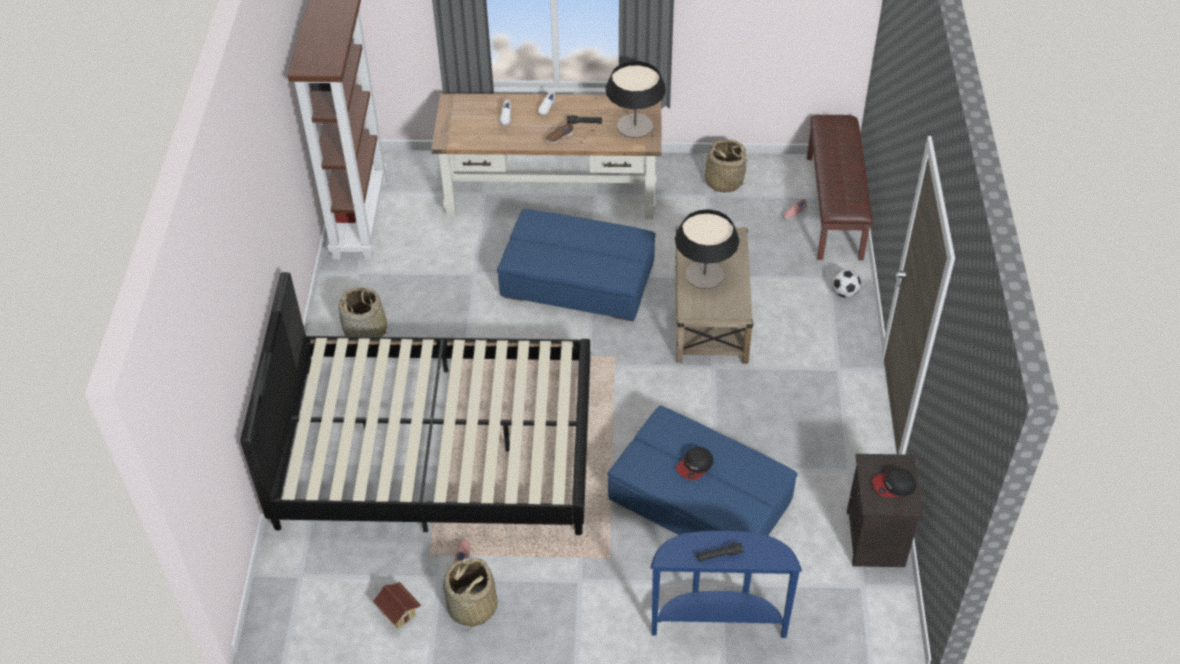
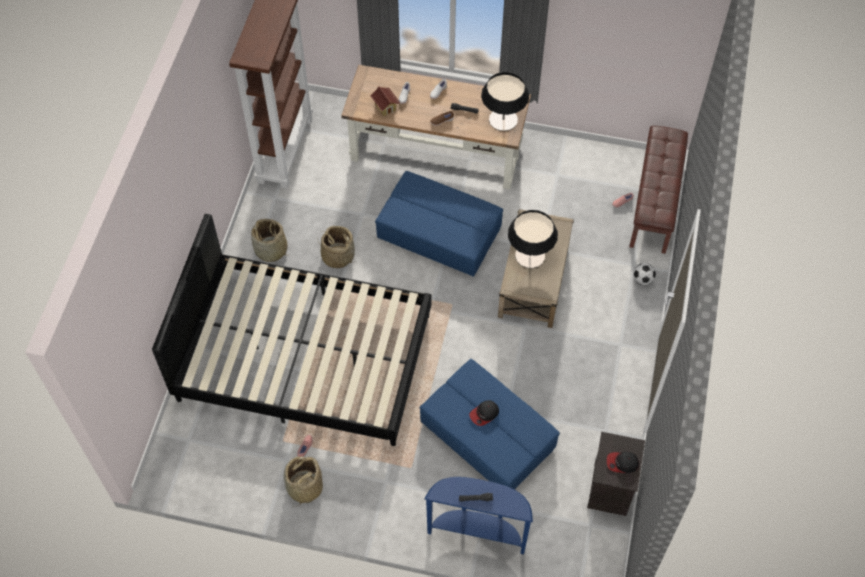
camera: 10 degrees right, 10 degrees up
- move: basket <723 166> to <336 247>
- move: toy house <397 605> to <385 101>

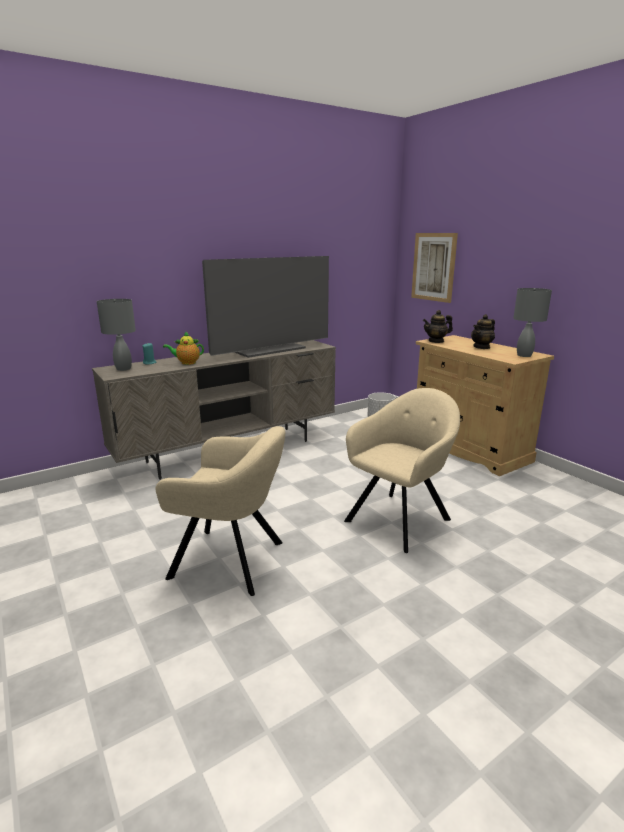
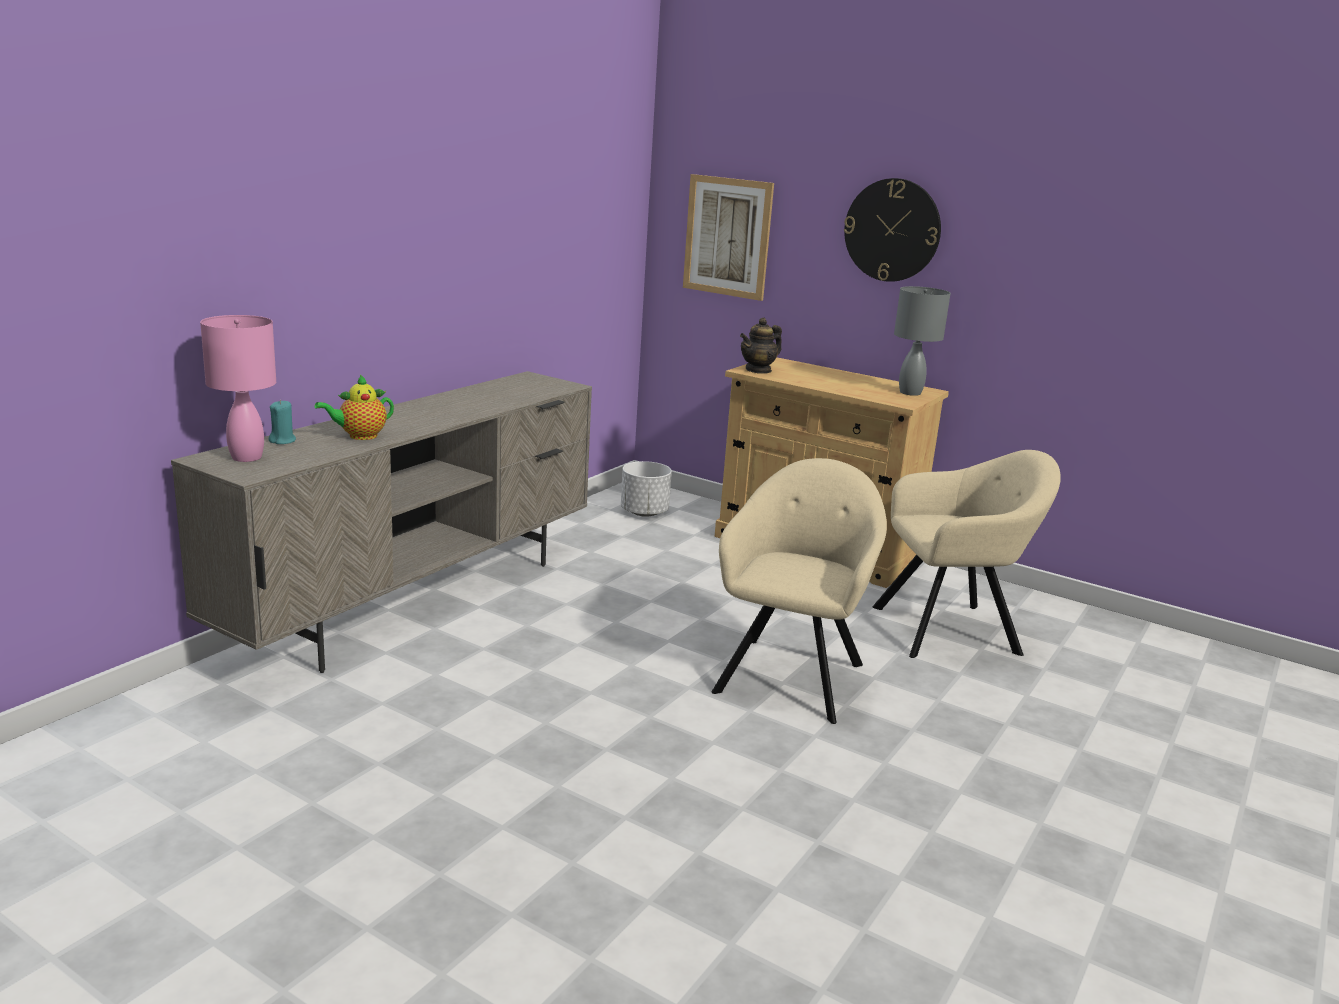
camera: 25 degrees left, 0 degrees up
- delete: television <265 307>
- recolor: grey table lamp <116 335> to pink table lamp <238 388>
- delete: teapot <483 331>
- move: beige armchair <220 511> to <967 554>
- insert: wall clock <892 230>

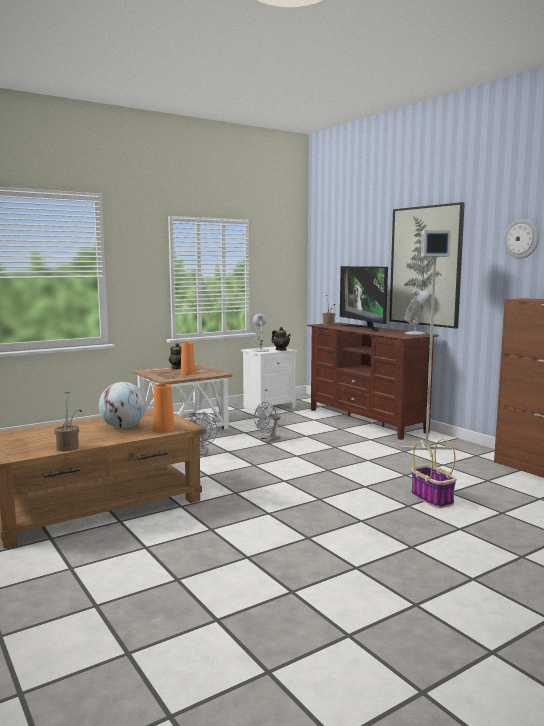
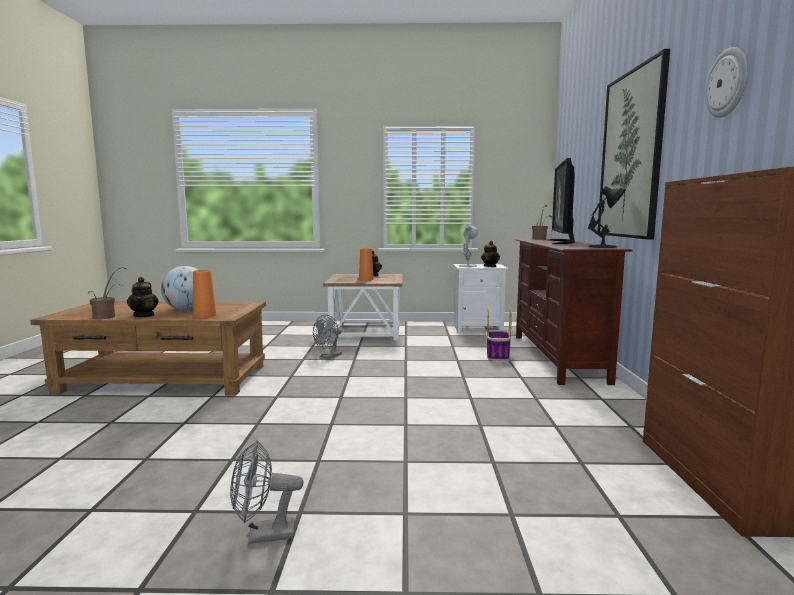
camera: 35 degrees right, 0 degrees up
- delete: grey floor lamp <426 343>
- recolor: white table lamp <417 312> to black table lamp <607 217>
- move: grey fan <267 422> to <267 492>
- move: basket <433 473> to <499 334>
- insert: teapot <143 297>

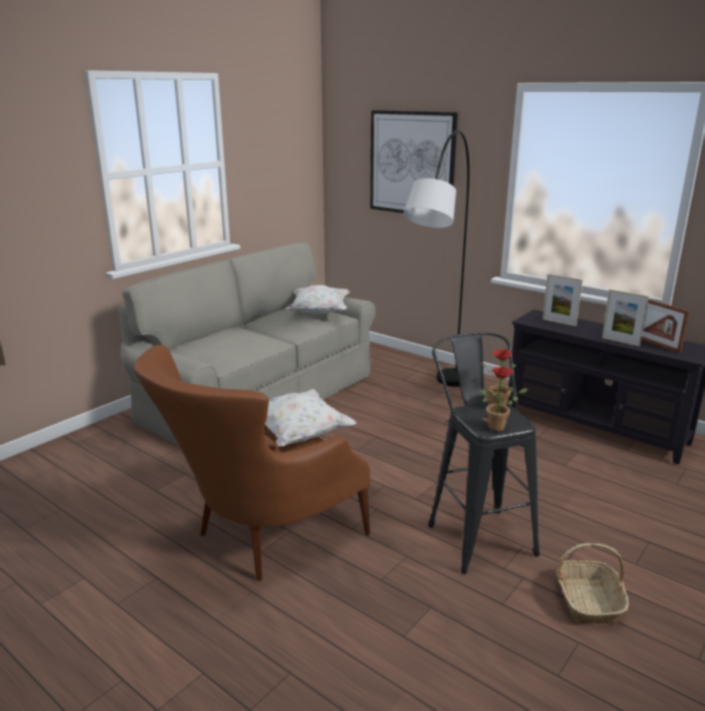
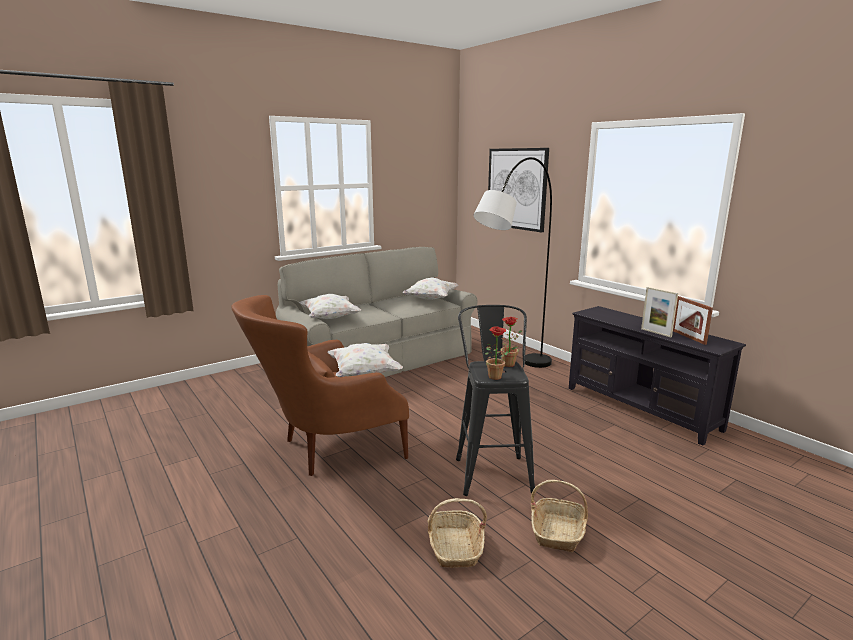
camera: 15 degrees right, 5 degrees down
- delete: picture frame <562 300>
- insert: white pillow <330 306>
- insert: basket <457 533>

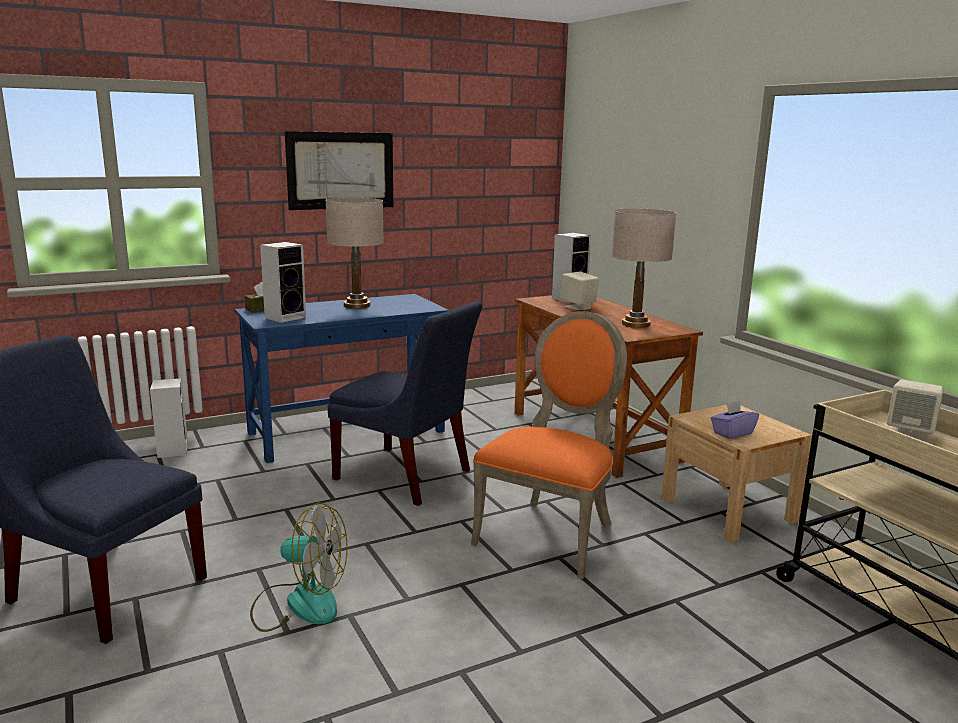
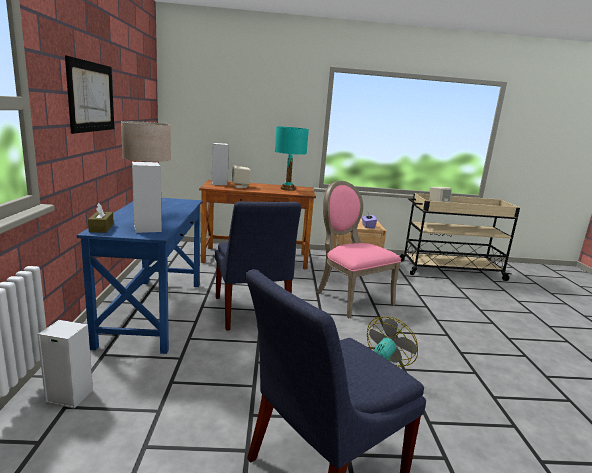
camera: 65 degrees left, 0 degrees up
- recolor: beige table lamp <643 268> to turquoise table lamp <292 158>
- rotate: blue chair <405 403> = <258 266> 105 degrees clockwise
- recolor: orange chair <549 445> to pink chair <358 249>

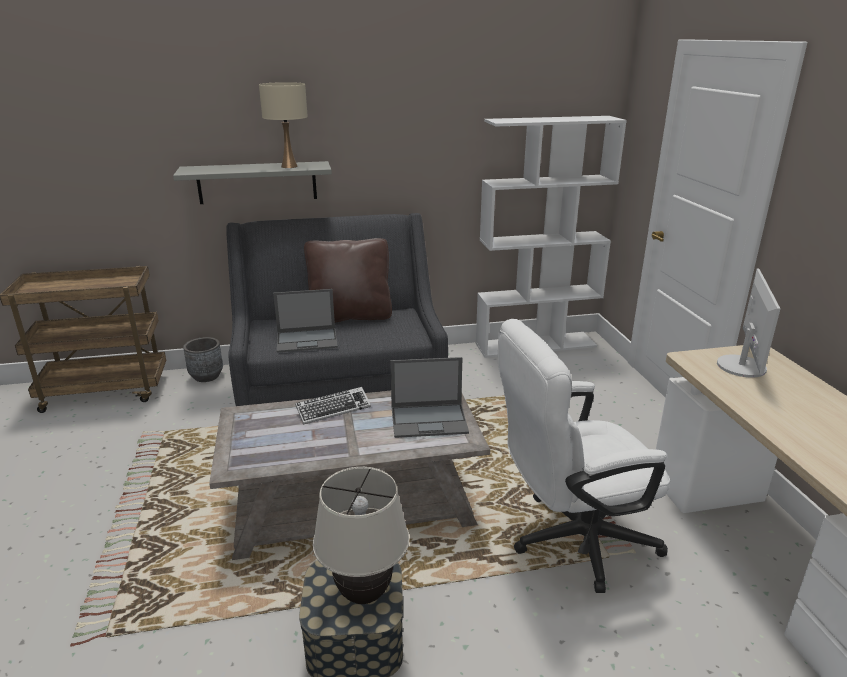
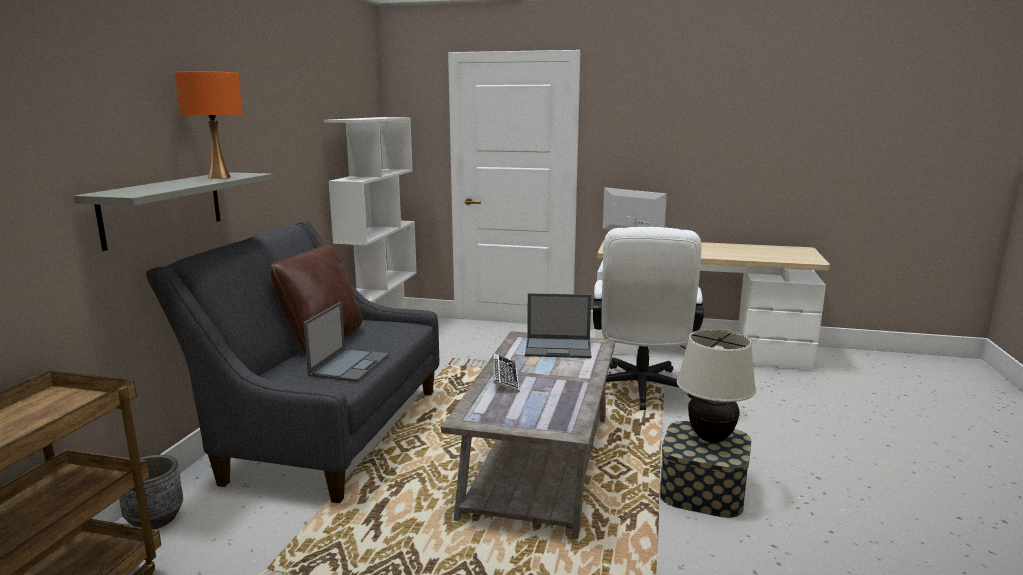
camera: 65 degrees left, 10 degrees down
- recolor: beige table lamp <283 125> to orange table lamp <209 125>
- rotate: laptop <429 397> = <558 325> 75 degrees clockwise

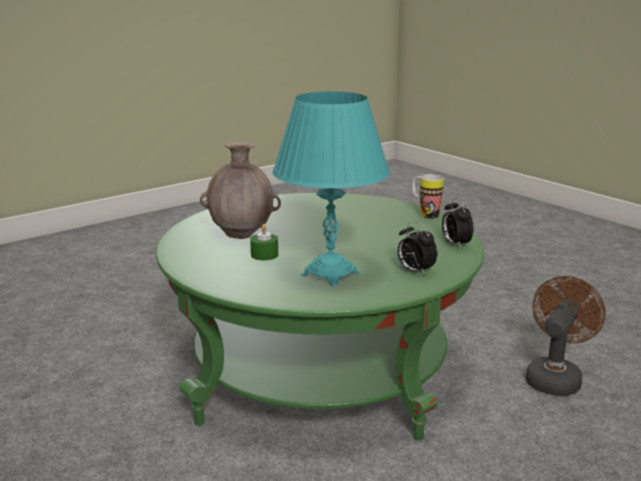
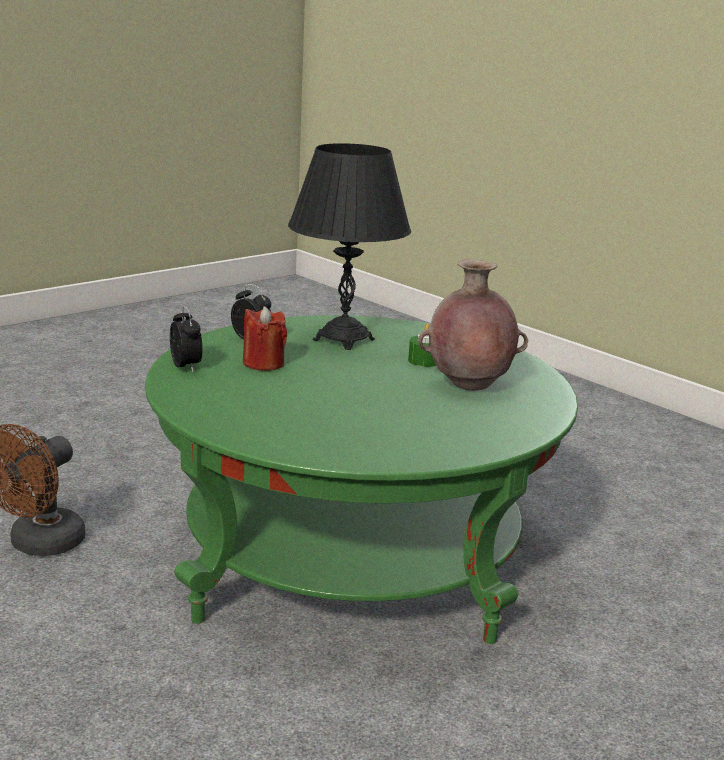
camera: 175 degrees right, 0 degrees up
- recolor: turquoise table lamp <331 188> to black table lamp <349 246>
- delete: mug <428 196>
- insert: red candle <265 338>

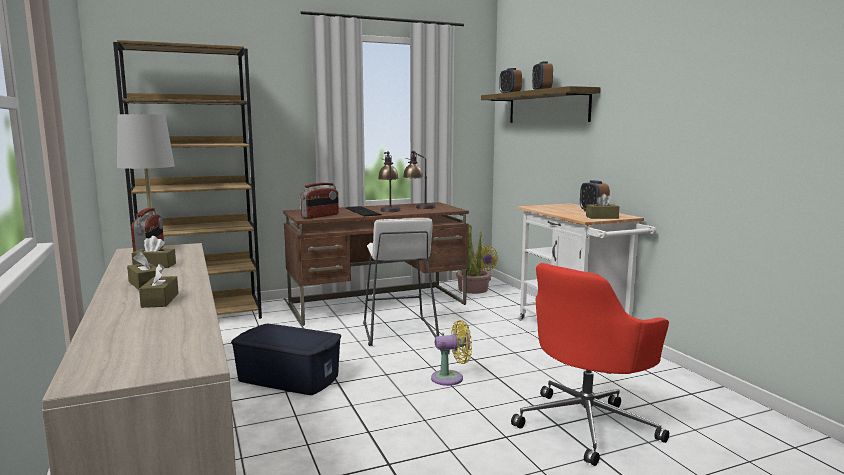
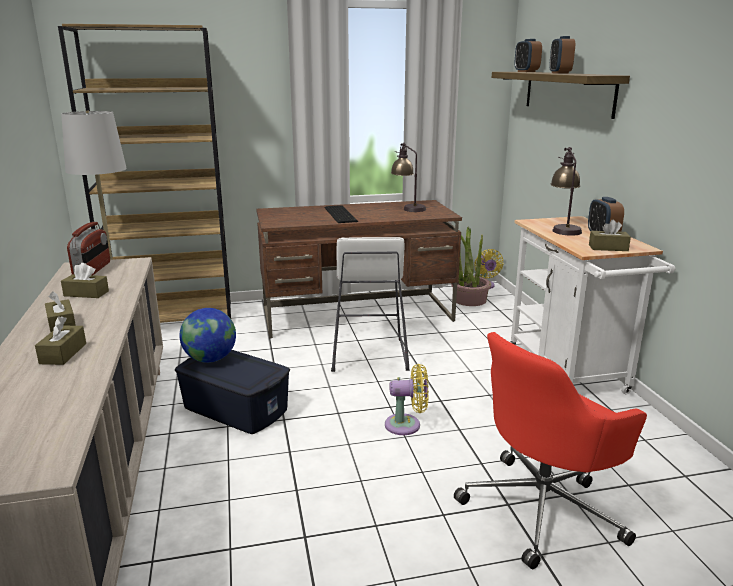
camera: 10 degrees right, 10 degrees up
- move: table lamp <389 181> to <566 191>
- delete: radio <320 201>
- insert: globe <208 335>

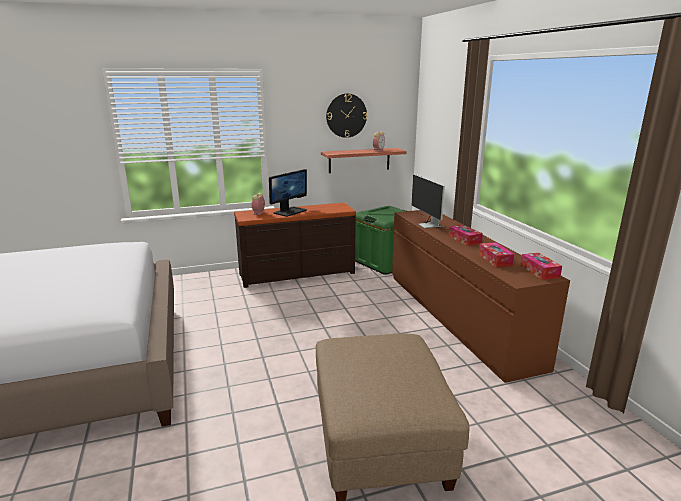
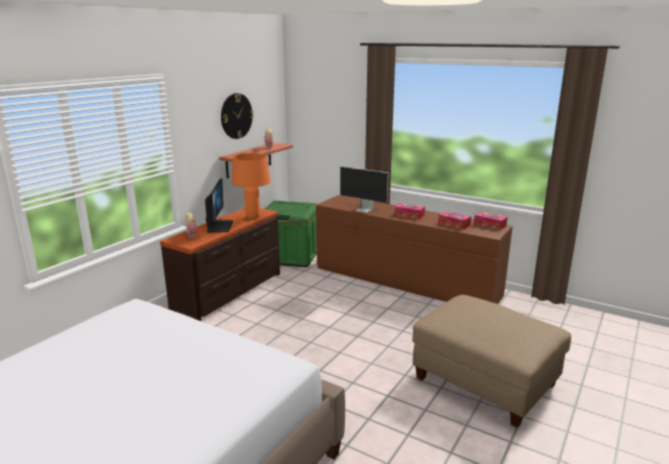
camera: 40 degrees left, 0 degrees up
- insert: orange table lamp <251 186>

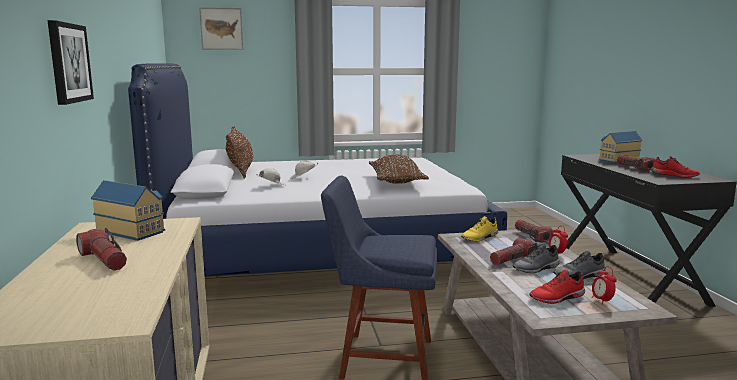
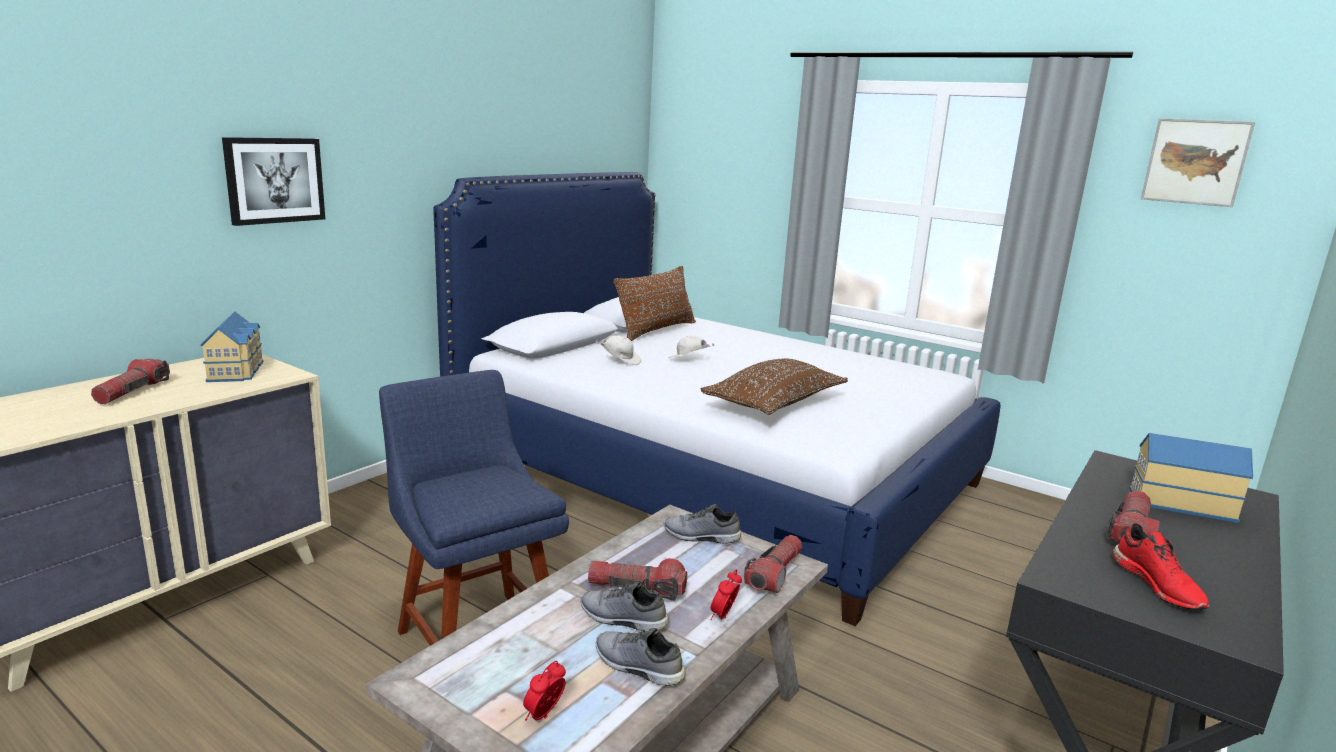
camera: 45 degrees right, 5 degrees up
- move: picture <221 28> to <1198 162>
- recolor: yellow shoe <479 228> to grey shoe <703 524>
- delete: red shoe <557 287>

